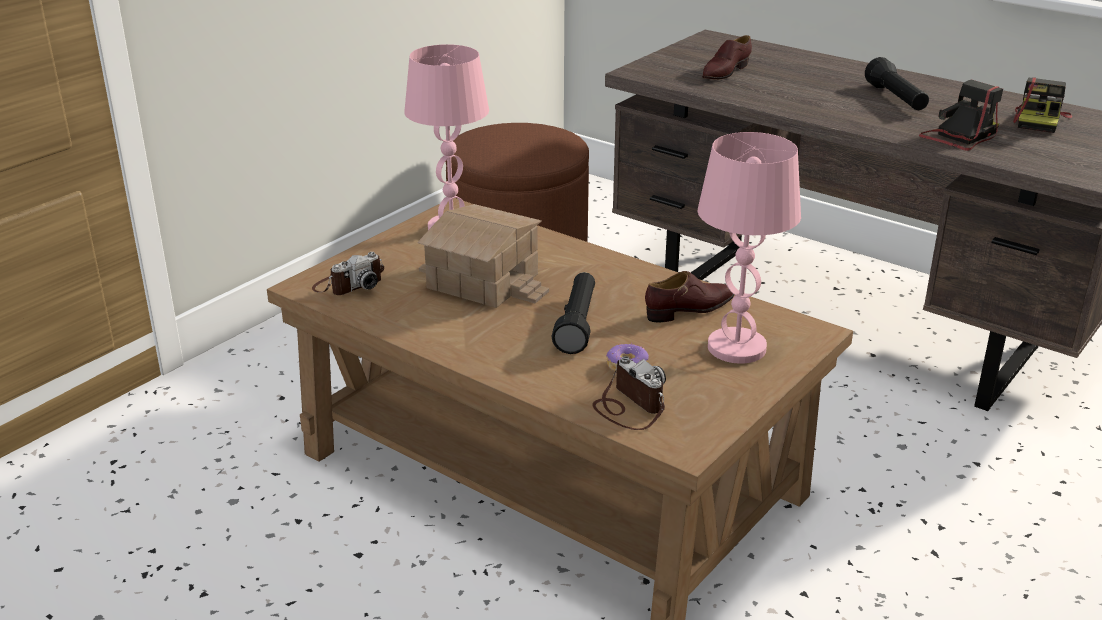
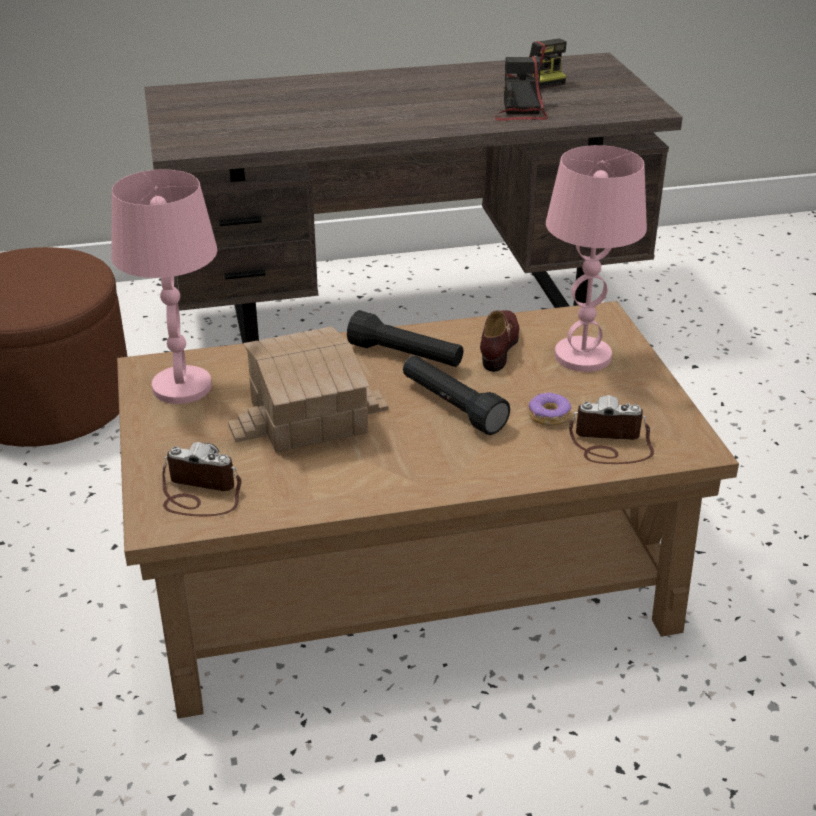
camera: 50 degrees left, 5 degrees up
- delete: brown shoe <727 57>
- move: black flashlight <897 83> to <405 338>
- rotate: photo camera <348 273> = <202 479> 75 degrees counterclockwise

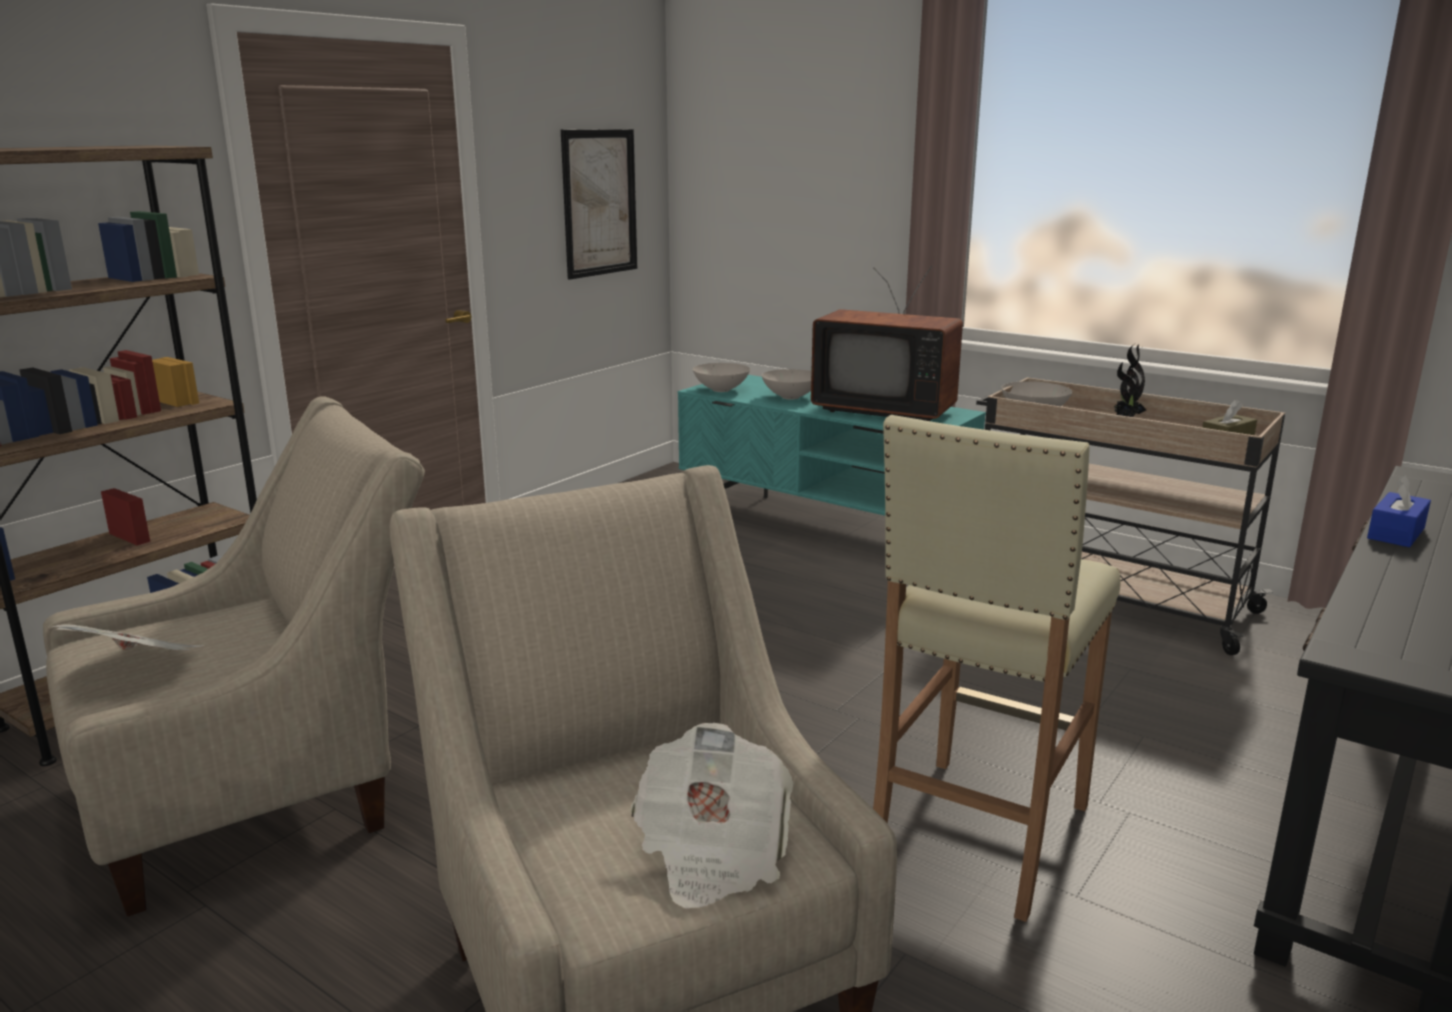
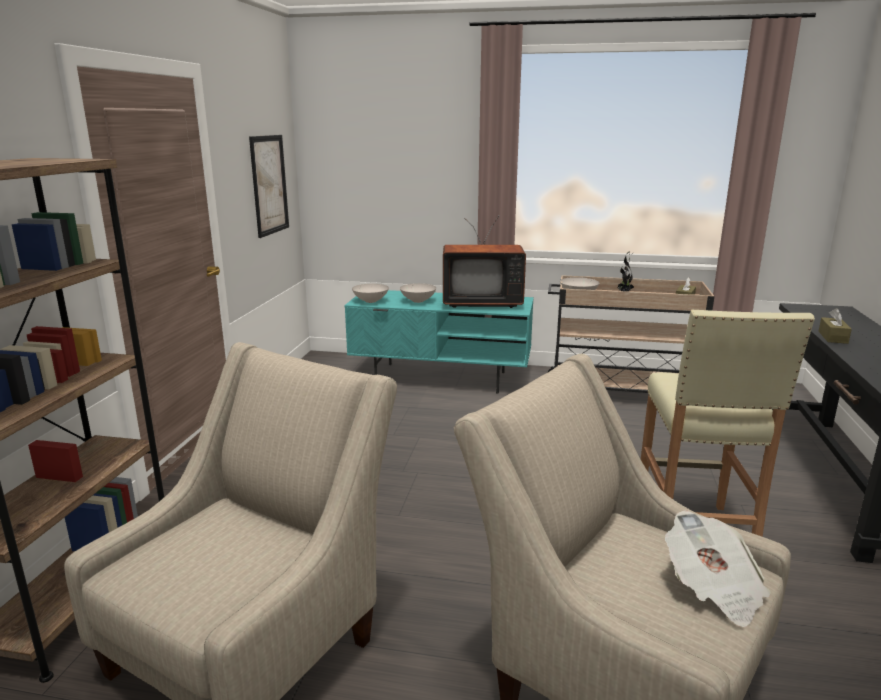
camera: 25 degrees left, 0 degrees up
- recolor: blue tissue box <1399 511> to brown tissue box <835 326>
- delete: newspaper <128 637>

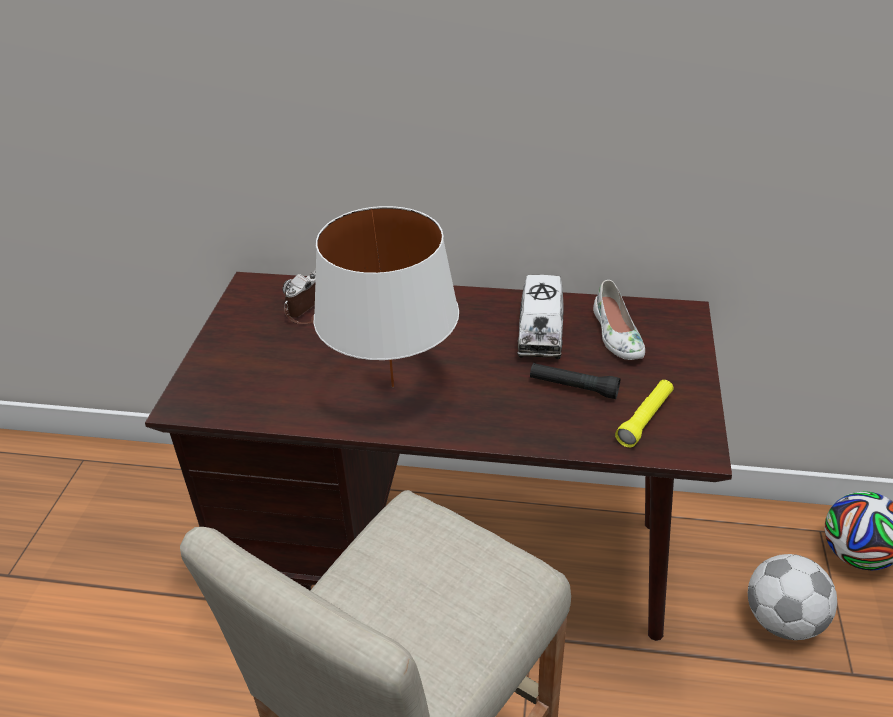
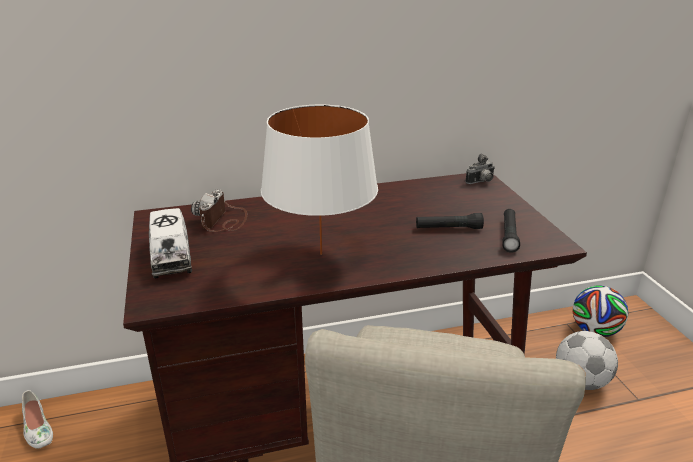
camera: 25 degrees left, 10 degrees down
- move: toy truck <540 317> to <170 243>
- move: white shoe <619 320> to <37 419>
- recolor: yellow flashlight <644 413> to black flashlight <511 231>
- insert: photo camera <480 169>

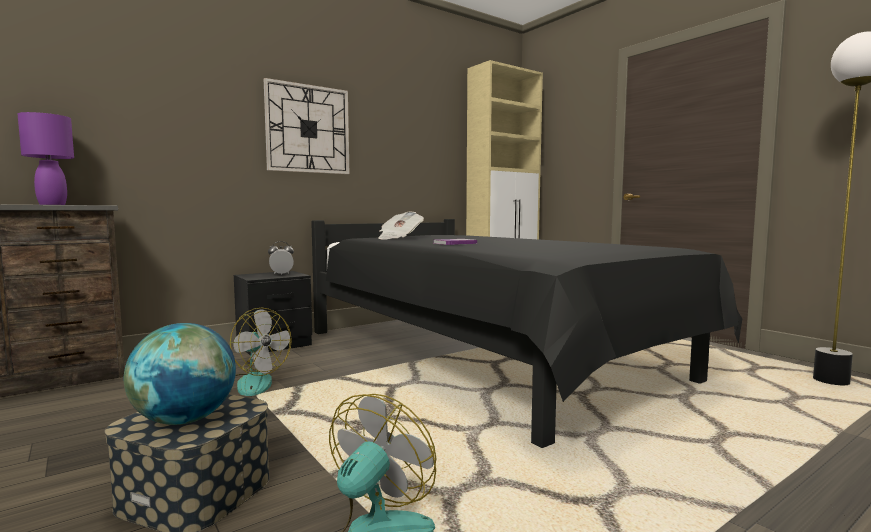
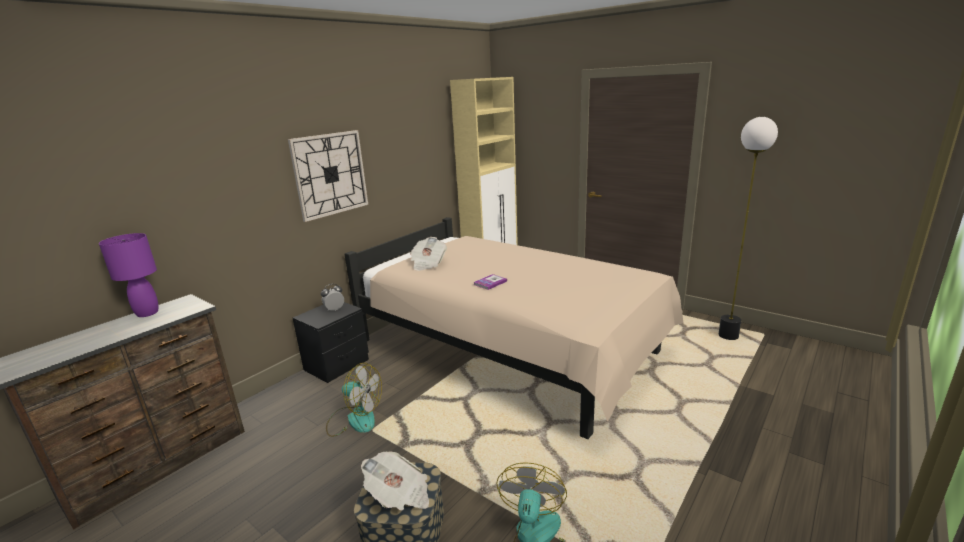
camera: 15 degrees left, 15 degrees up
- recolor: black bed <526 333> to beige bed <514 328>
- replace: globe <180 374> to newspaper <395 481>

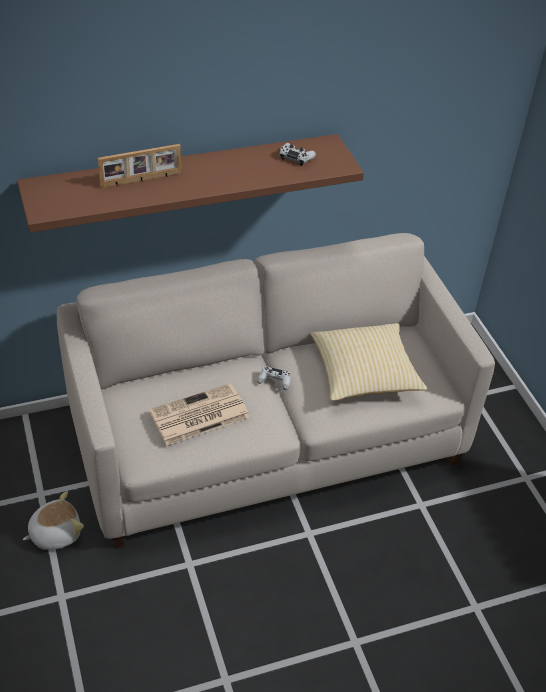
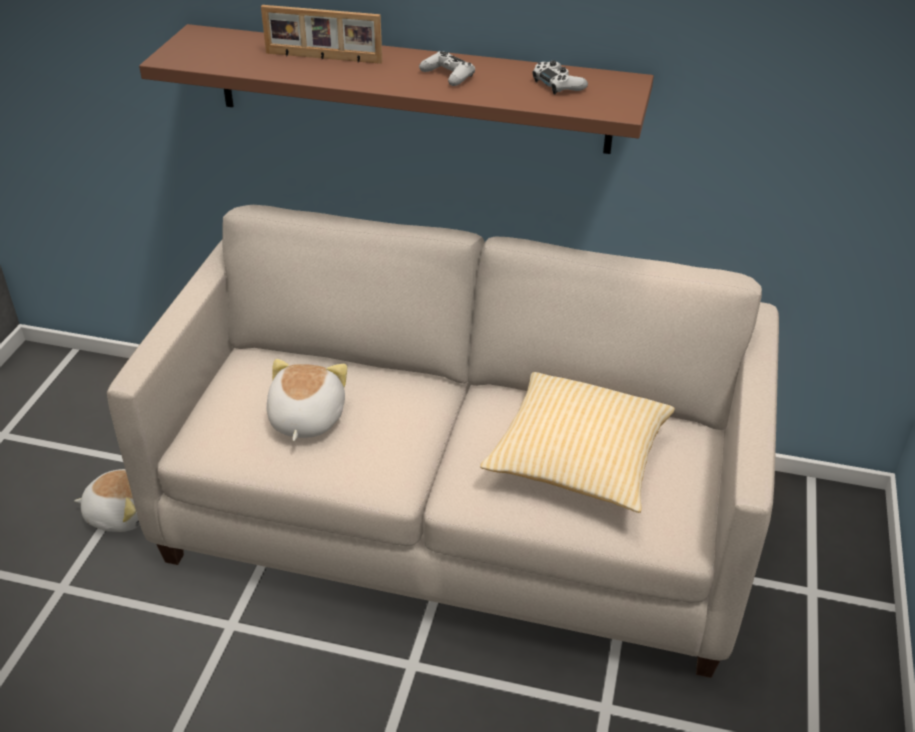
camera: 35 degrees right, 5 degrees down
- move: white game controller <273 378> to <447 68>
- replace: newspaper <199 414> to plush toy <306 400>

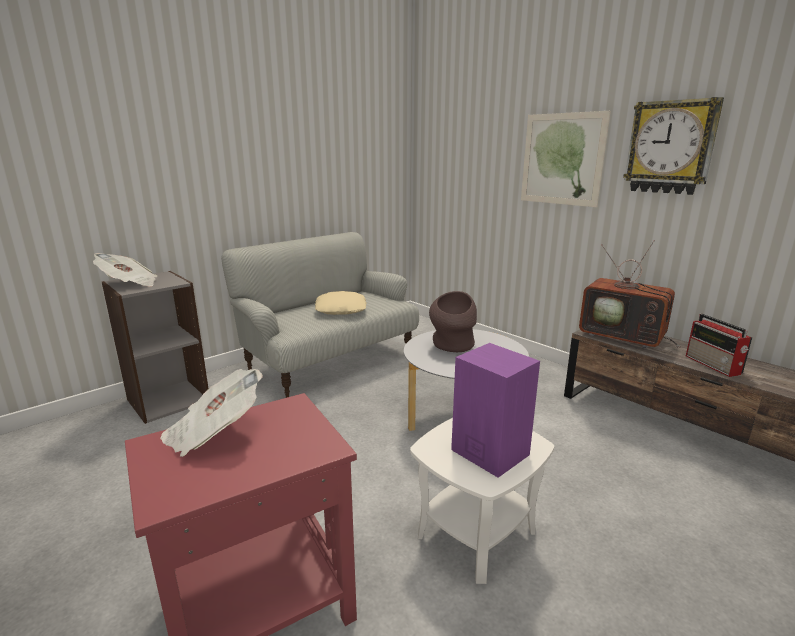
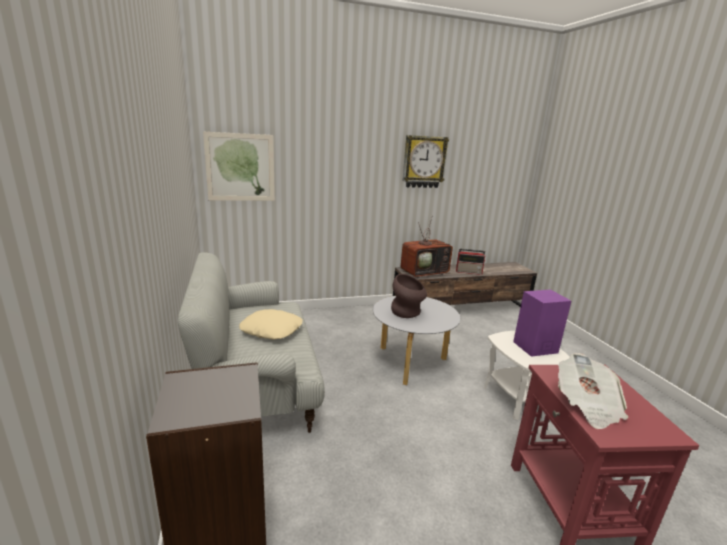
camera: 65 degrees left, 0 degrees up
- move: picture <566 159> to <239 166>
- delete: newspaper <125 269>

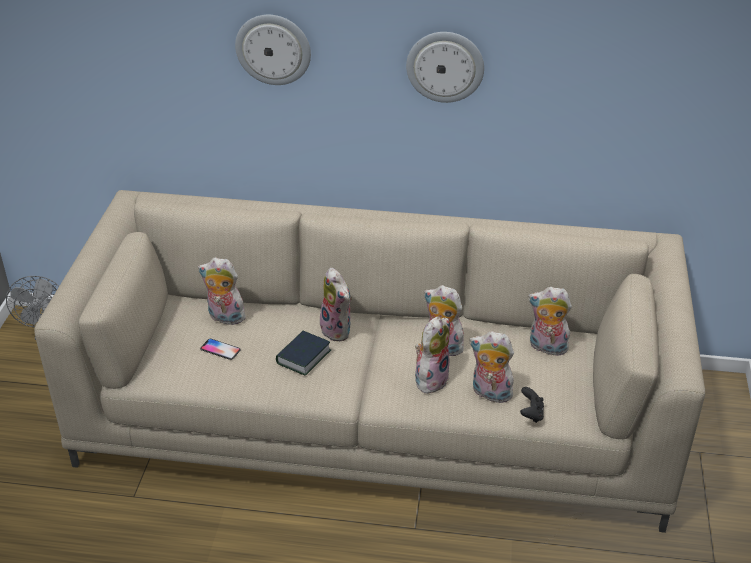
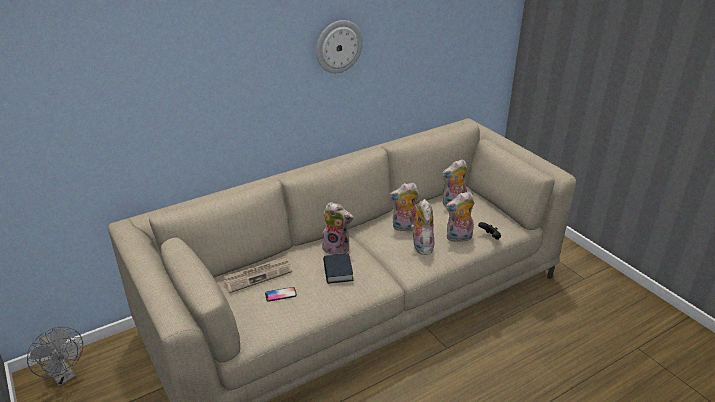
camera: 40 degrees left, 5 degrees down
- delete: wall clock <273 50>
- replace: plush toy <222 291> to newspaper <257 274>

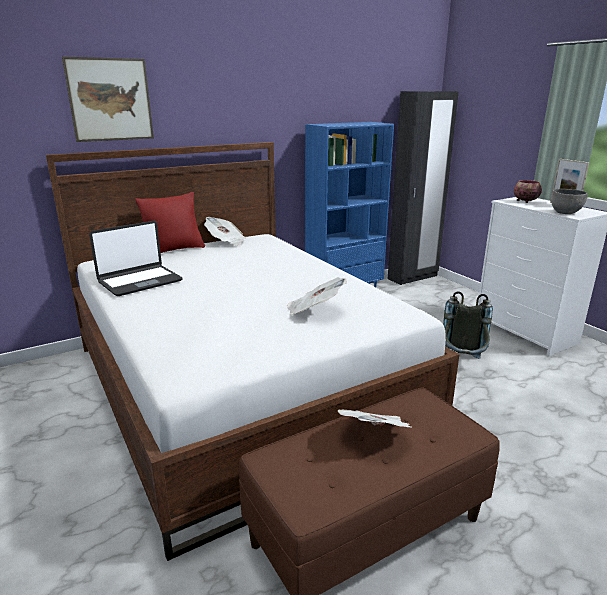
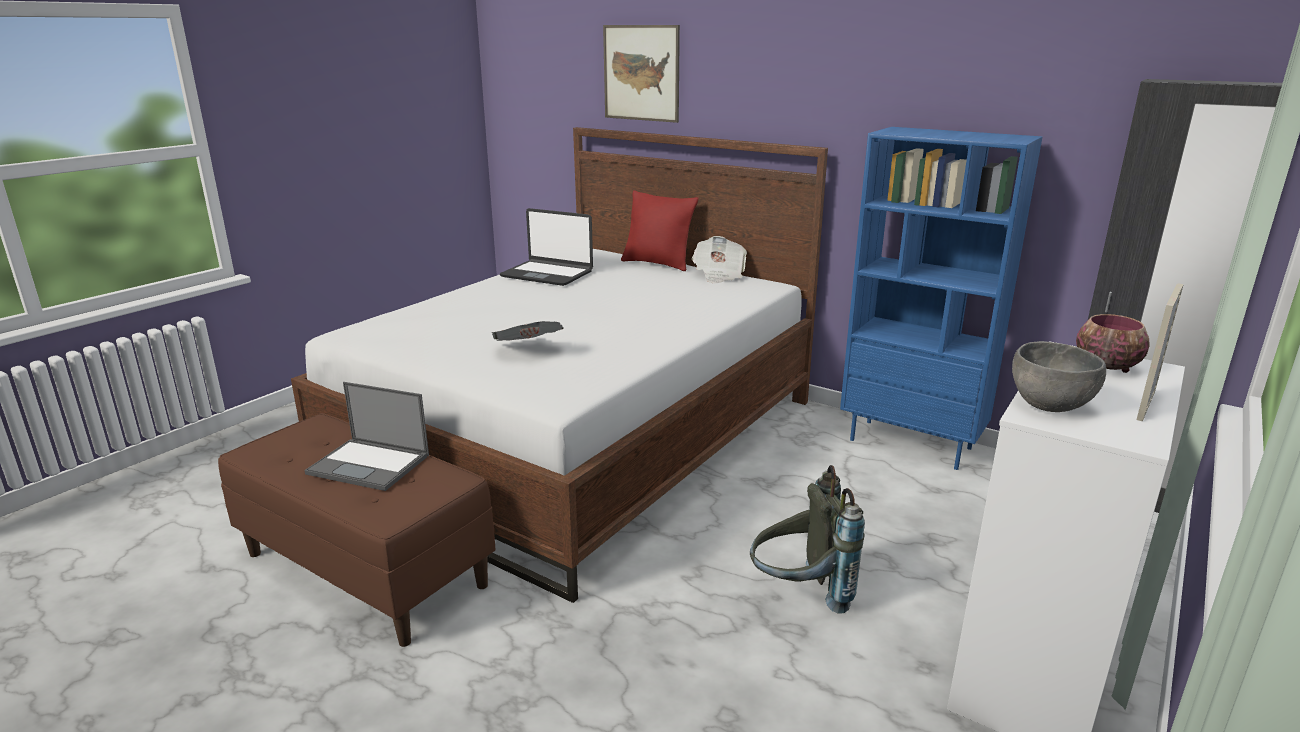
camera: 65 degrees right, 0 degrees up
- replace: newspaper <375 419> to laptop <366 436>

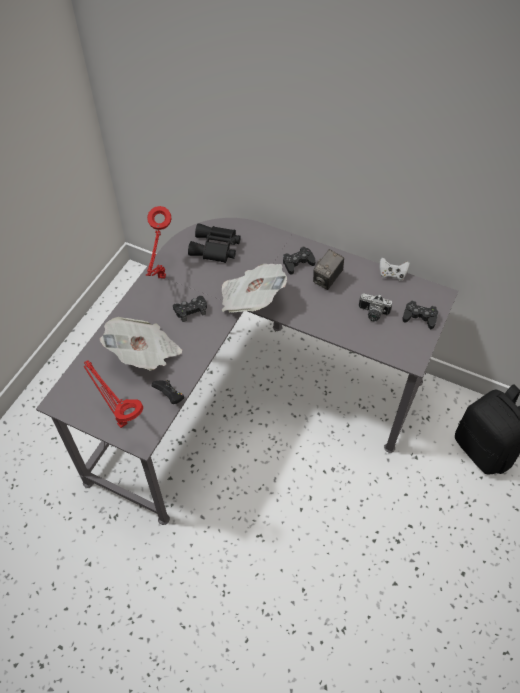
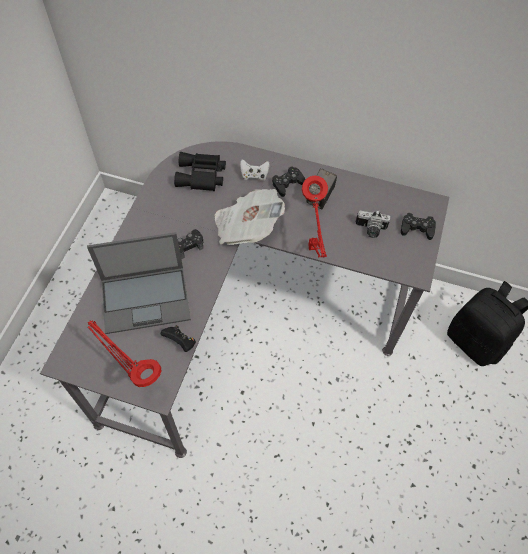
camera: 10 degrees left, 5 degrees up
- move: red table lamp <158 242> to <315 216>
- move: white game controller <394 269> to <255 170>
- replace: newspaper <140 343> to laptop <139 283>

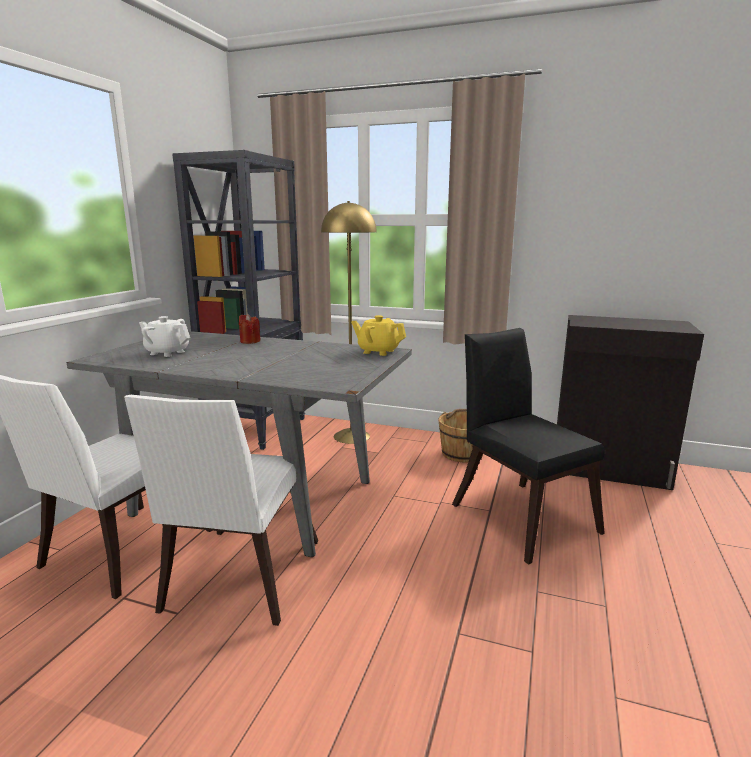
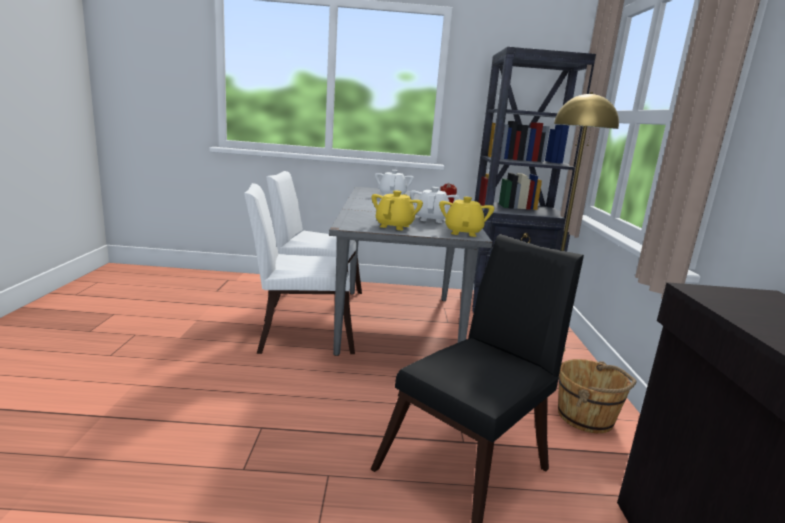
camera: 70 degrees right, 0 degrees up
- insert: white teapot <434 205>
- insert: yellow teapot <397 210>

